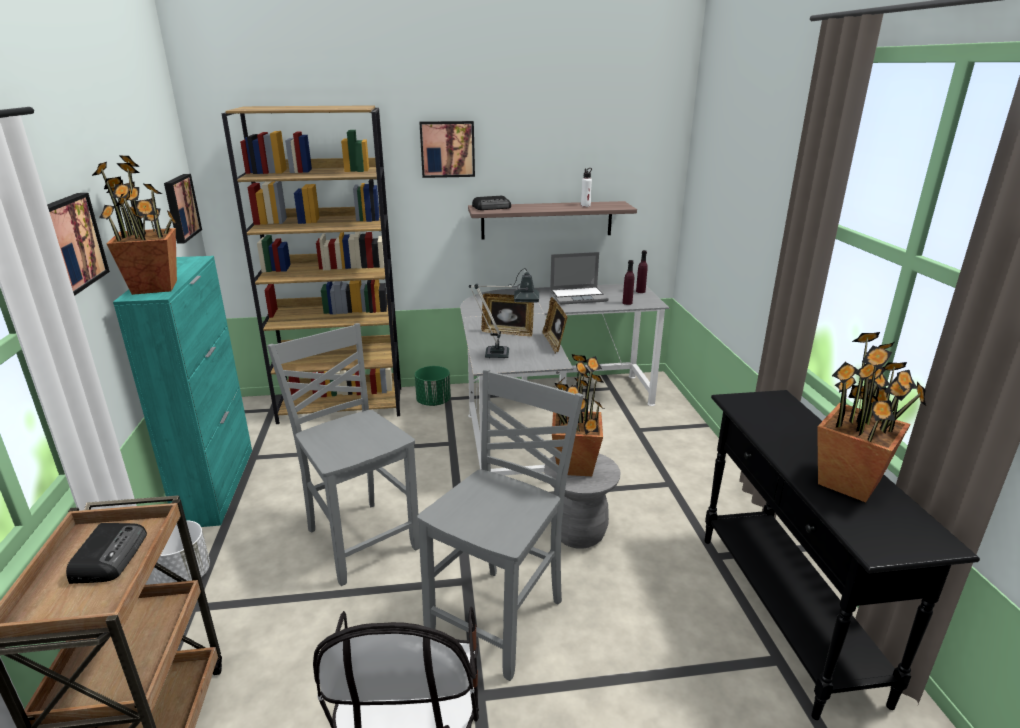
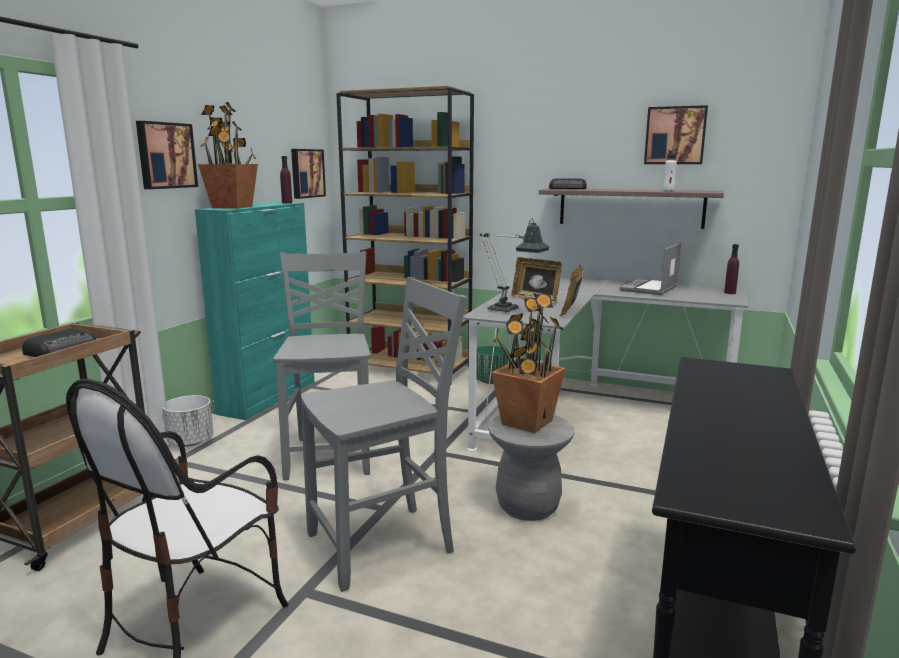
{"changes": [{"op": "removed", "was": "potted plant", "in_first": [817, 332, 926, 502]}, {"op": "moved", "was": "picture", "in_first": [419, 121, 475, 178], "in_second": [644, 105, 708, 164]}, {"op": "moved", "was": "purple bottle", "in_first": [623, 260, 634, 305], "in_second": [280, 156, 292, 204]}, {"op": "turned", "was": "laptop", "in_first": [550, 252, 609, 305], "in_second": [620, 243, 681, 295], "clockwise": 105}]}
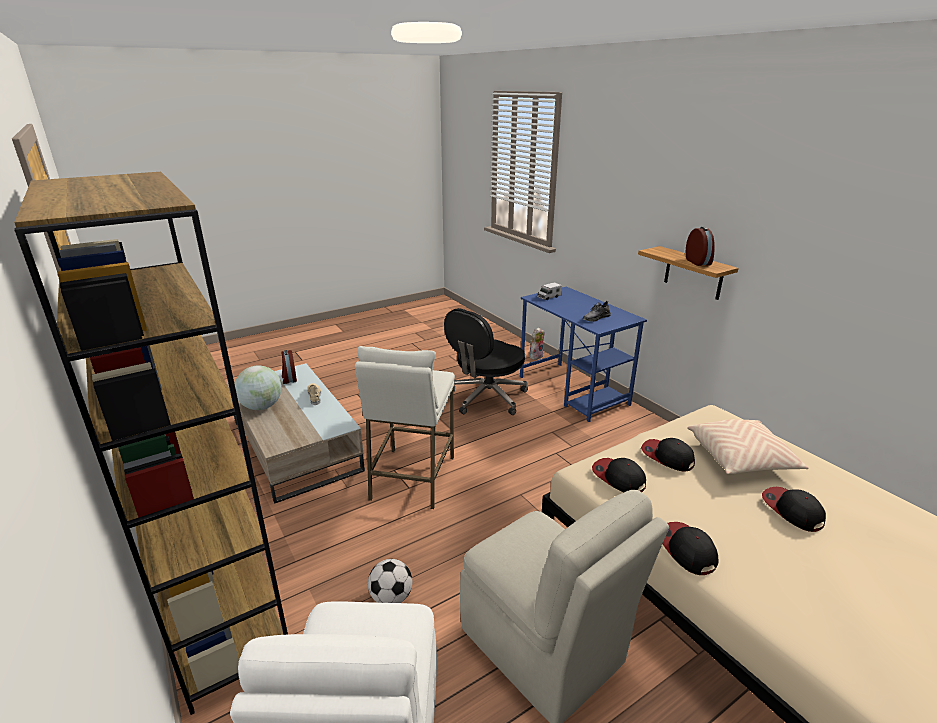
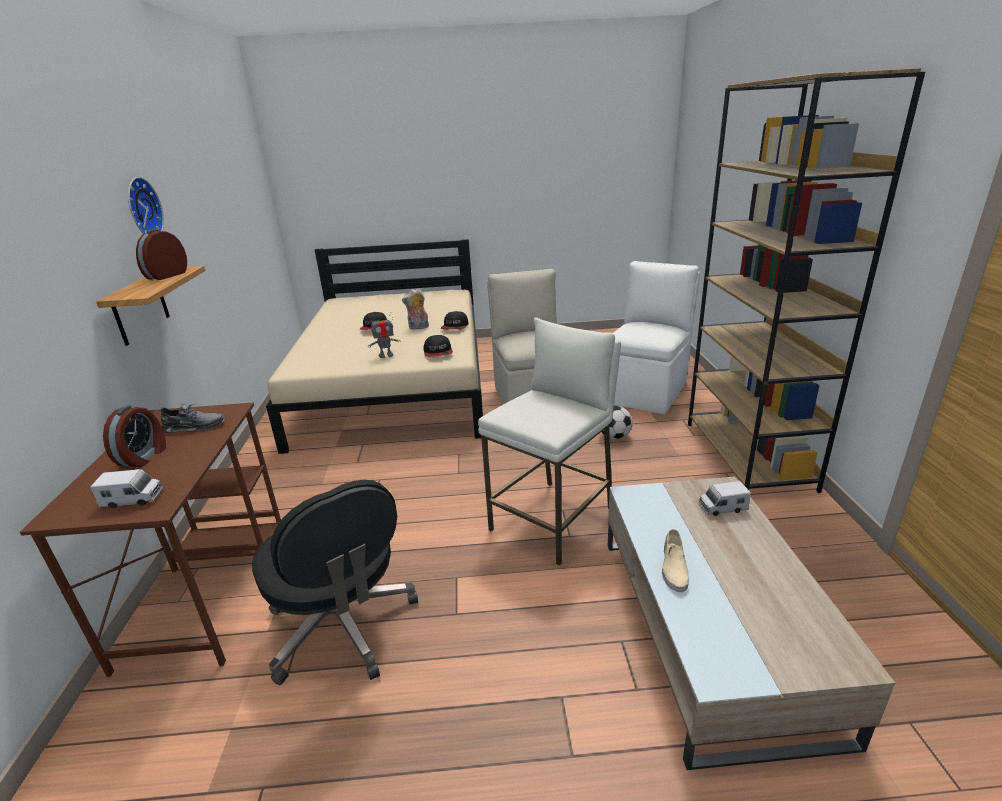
{"changes": [{"op": "removed", "was": "globe", "in_first": [235, 365, 282, 410]}, {"op": "removed", "was": "beige pillow", "in_first": [687, 419, 809, 474]}, {"op": "added", "now": "wall clock", "in_second": [128, 177, 164, 234]}, {"op": "added", "now": "toy truck", "in_second": [699, 481, 751, 516]}, {"op": "moved", "was": "alarm clock", "in_first": [281, 350, 297, 384], "in_second": [103, 406, 166, 467]}, {"op": "moved", "was": "plush toy", "in_first": [529, 327, 544, 360], "in_second": [402, 288, 429, 330]}, {"op": "replaced", "was": "cap", "now": "toy robot", "in_first": [641, 438, 695, 472], "in_second": [368, 312, 401, 358]}, {"op": "recoloured", "was": "blue desk", "now": "brown desk", "in_first": [520, 287, 647, 422], "in_second": [20, 403, 281, 677]}, {"op": "turned", "was": "black office chair", "in_first": [444, 308, 528, 415], "in_second": [252, 480, 418, 685], "clockwise": 75}]}
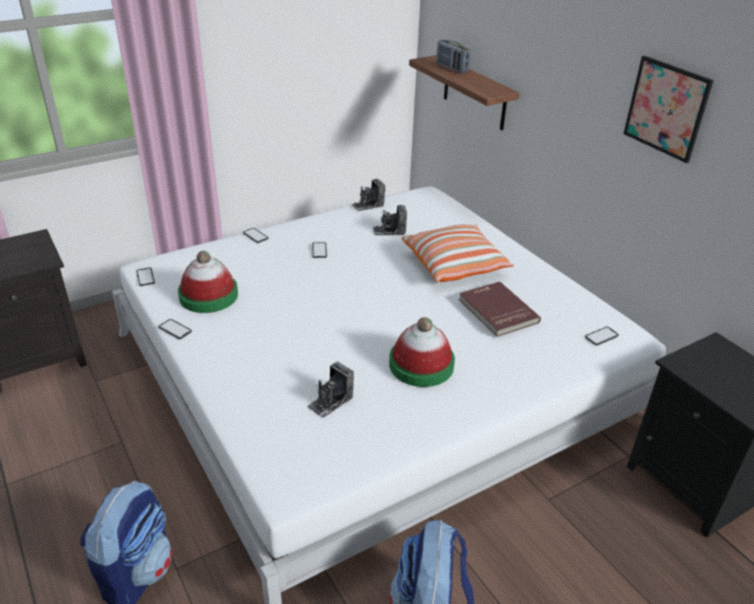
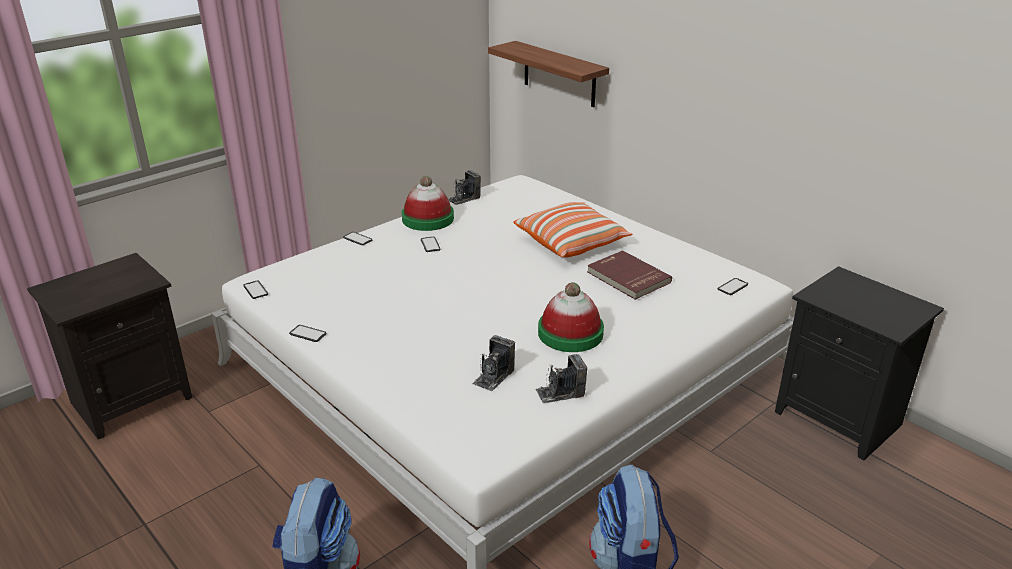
{"changes": [{"op": "removed", "was": "radio", "in_first": [436, 40, 470, 73]}, {"op": "removed", "was": "picture", "in_first": [624, 56, 714, 163]}, {"op": "moved", "was": "hat", "in_first": [178, 251, 238, 313], "in_second": [402, 176, 454, 231]}, {"op": "moved", "was": "photo camera", "in_first": [373, 205, 407, 235], "in_second": [535, 354, 587, 403]}]}
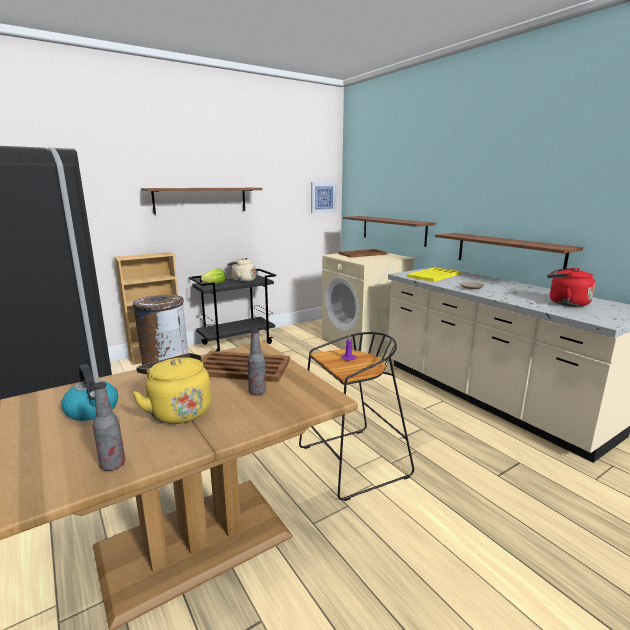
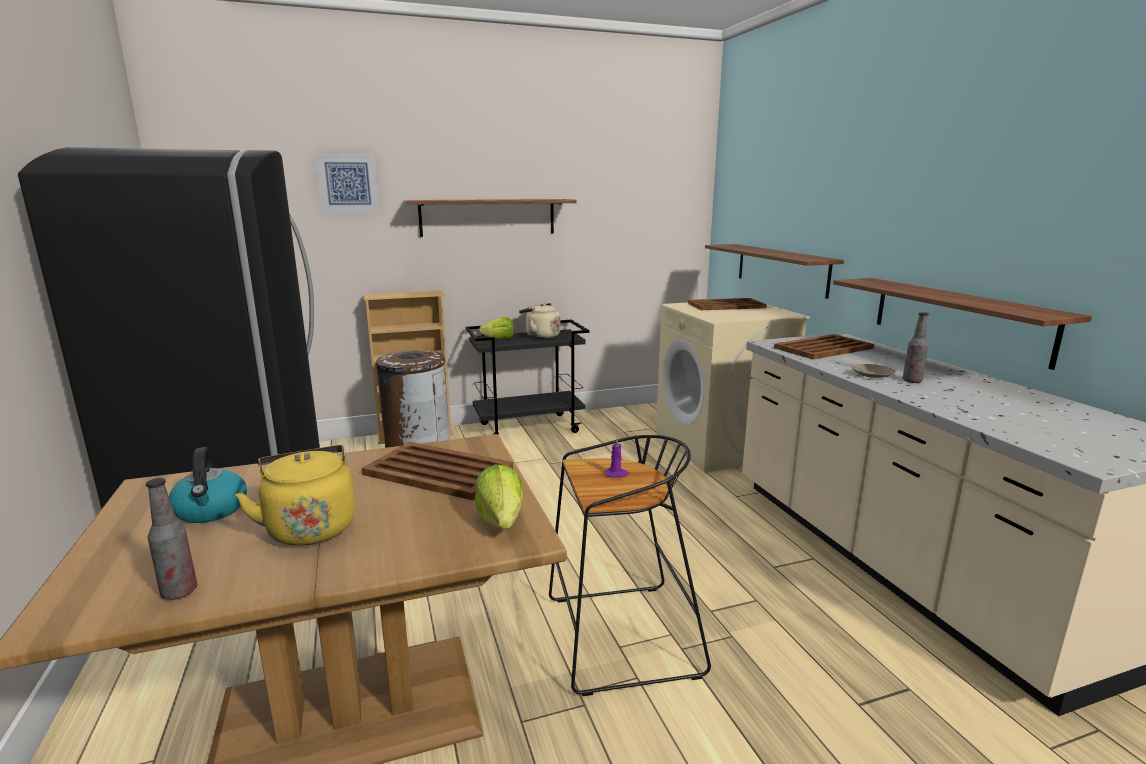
{"changes": [{"op": "removed", "was": "red kettle", "in_first": [547, 268, 595, 307]}, {"op": "added", "now": "lettuce", "in_second": [475, 464, 524, 529]}, {"op": "moved", "was": "bottle", "in_first": [247, 329, 266, 395], "in_second": [903, 312, 929, 383]}, {"op": "moved", "was": "picture", "in_first": [311, 182, 337, 213], "in_second": [315, 153, 379, 212]}, {"op": "recoloured", "was": "yellow tray", "now": "brown tray", "in_first": [407, 267, 461, 282], "in_second": [774, 334, 874, 360]}]}
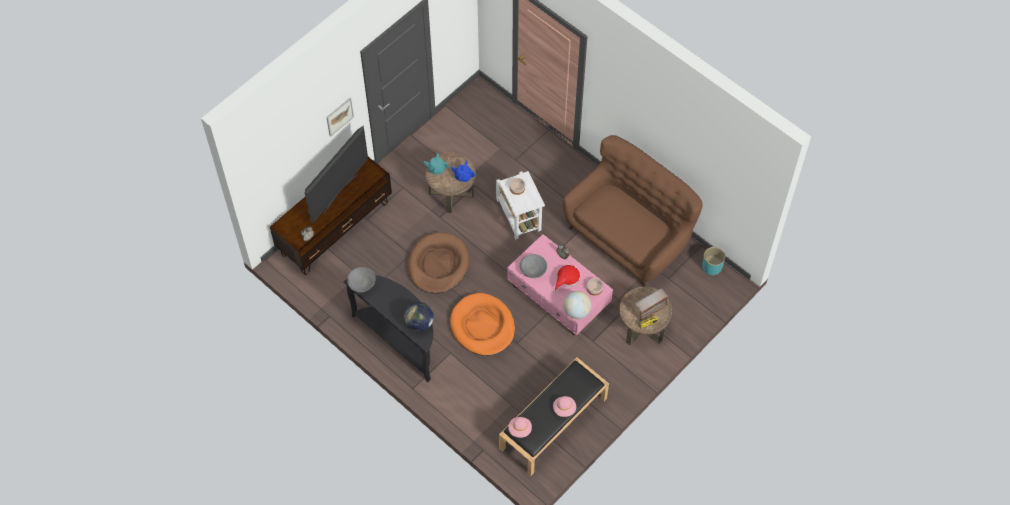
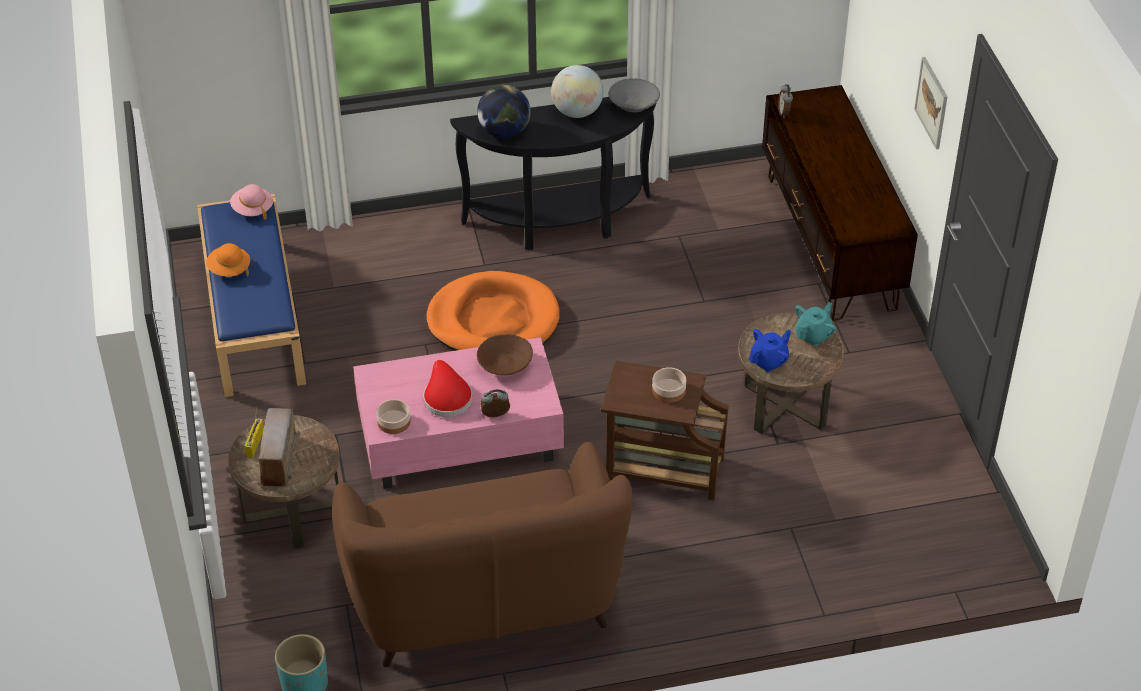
{"changes": [{"op": "removed", "was": "television", "in_first": [305, 125, 368, 223]}, {"op": "removed", "was": "brown dog bed", "in_first": [408, 232, 469, 293]}, {"op": "moved", "was": "globe", "in_first": [563, 291, 592, 319], "in_second": [551, 65, 603, 118]}, {"op": "recoloured", "was": "white side table", "now": "brown side table", "in_first": [496, 171, 545, 239], "in_second": [601, 361, 729, 500]}, {"op": "recoloured", "was": "black bench", "now": "blue bench", "in_first": [499, 357, 609, 476], "in_second": [197, 194, 306, 397]}, {"op": "recoloured", "was": "grey bowl", "now": "brown bowl", "in_first": [520, 254, 547, 278], "in_second": [477, 334, 533, 375]}, {"op": "recoloured", "was": "pink hat", "now": "orange hat", "in_first": [553, 396, 576, 417], "in_second": [206, 243, 250, 277]}]}
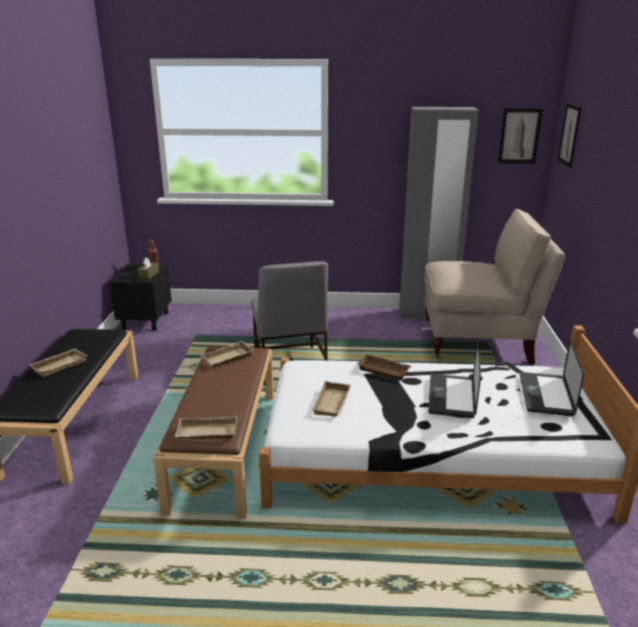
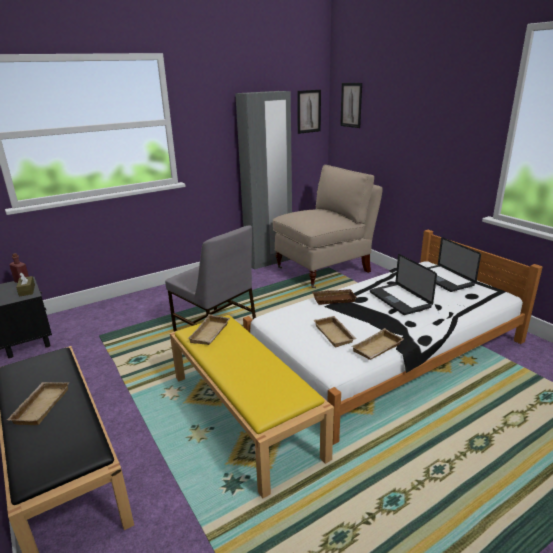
{"changes": [{"op": "moved", "was": "beige tray", "in_first": [175, 416, 238, 439], "in_second": [352, 328, 404, 360]}, {"op": "recoloured", "was": "brown bench", "now": "yellow bench", "in_first": [153, 347, 274, 519], "in_second": [170, 315, 334, 498]}]}
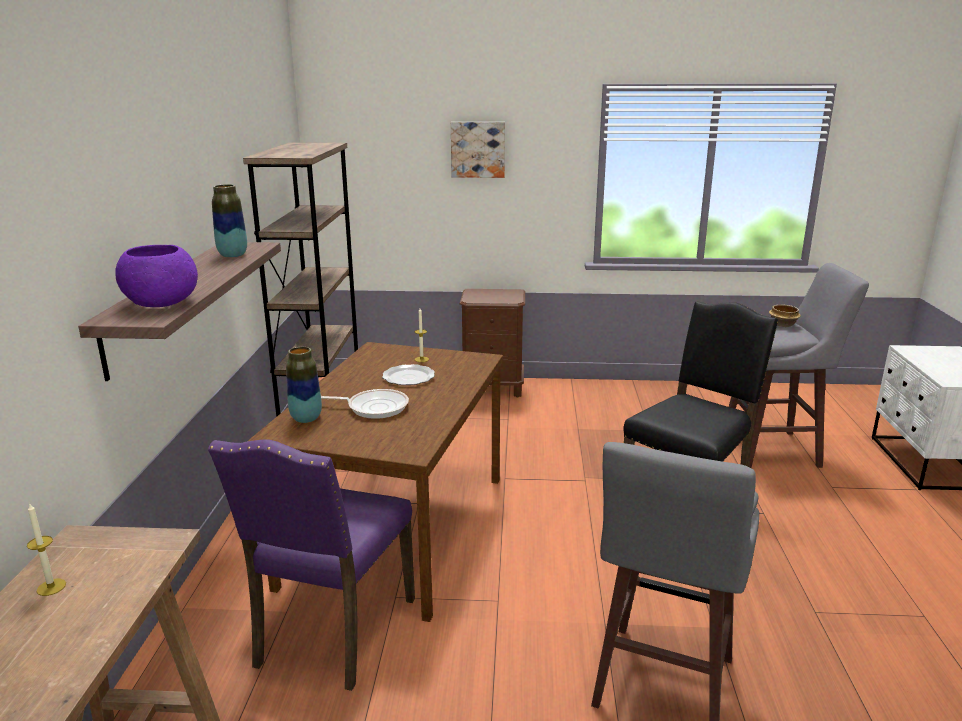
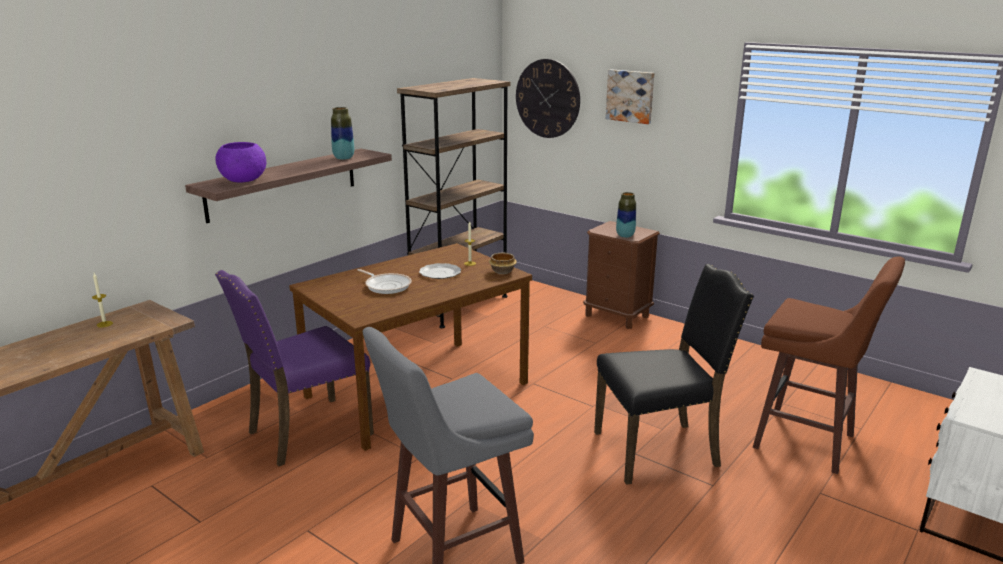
{"changes": [{"op": "added", "now": "wall clock", "in_second": [516, 59, 580, 138]}, {"op": "moved", "was": "vase", "in_first": [286, 347, 322, 423], "in_second": [616, 192, 636, 238]}, {"op": "moved", "was": "bowl", "in_first": [769, 304, 801, 327], "in_second": [489, 253, 517, 274]}, {"op": "recoloured", "was": "grey stool", "now": "brown stool", "in_first": [729, 263, 869, 468], "in_second": [753, 256, 905, 474]}]}
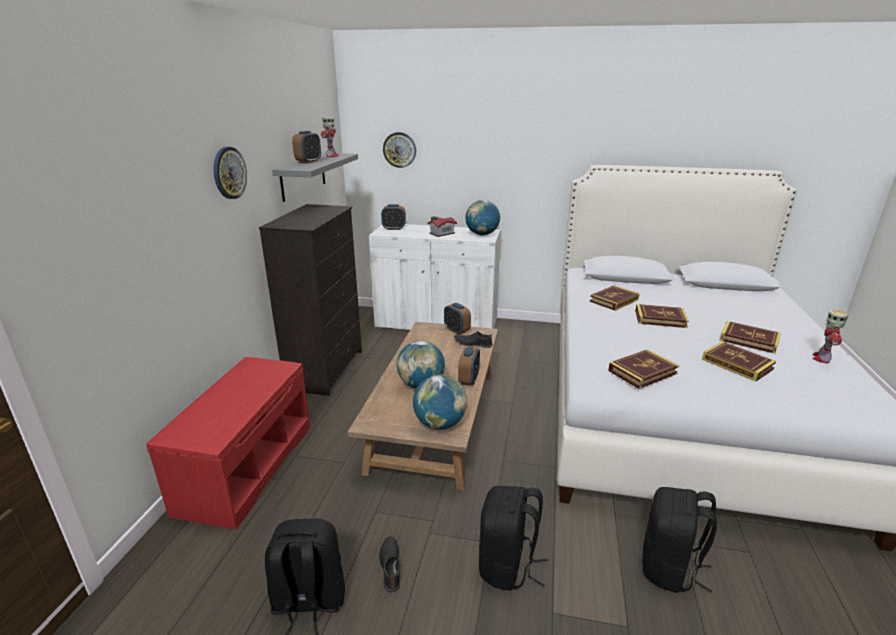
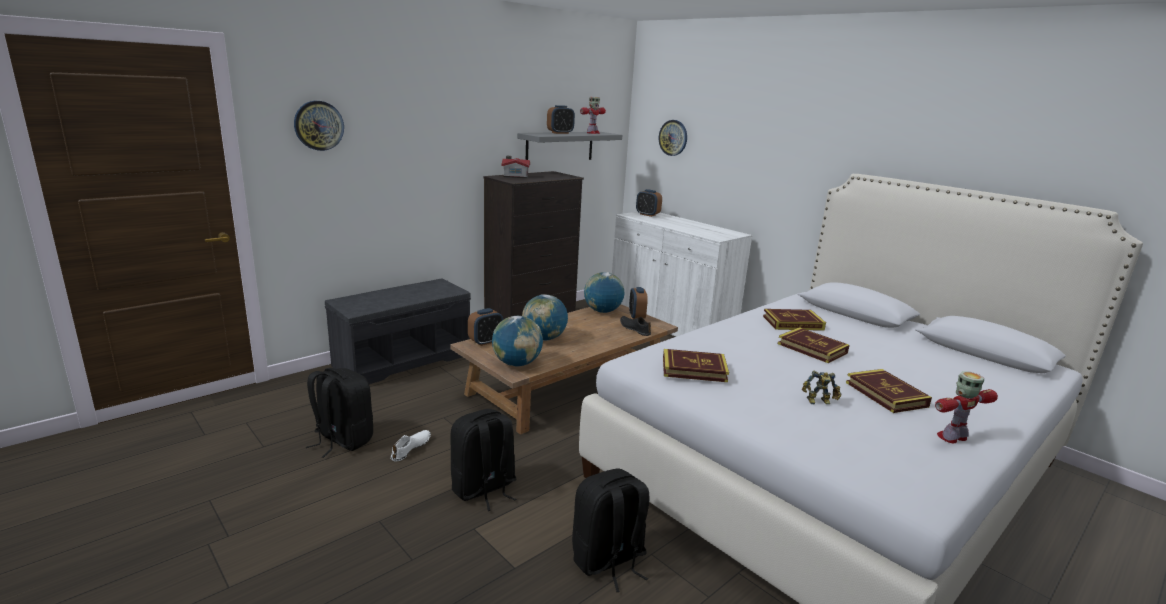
{"changes": [{"op": "moved", "was": "wall clock", "in_first": [214, 147, 247, 199], "in_second": [294, 101, 344, 151]}, {"op": "moved", "was": "toy house", "in_first": [428, 216, 457, 237], "in_second": [502, 156, 530, 178]}, {"op": "moved", "was": "alarm clock", "in_first": [458, 347, 480, 386], "in_second": [468, 308, 503, 346]}, {"op": "moved", "was": "globe", "in_first": [465, 200, 500, 236], "in_second": [584, 272, 624, 313]}, {"op": "replaced", "was": "book", "now": "toy robot", "in_first": [702, 341, 776, 381], "in_second": [802, 370, 842, 404]}, {"op": "recoloured", "was": "red bench", "now": "grey bench", "in_first": [146, 357, 310, 529], "in_second": [325, 279, 471, 384]}, {"op": "recoloured", "was": "black shoe", "now": "white shoe", "in_first": [379, 536, 400, 592], "in_second": [391, 430, 431, 462]}]}
